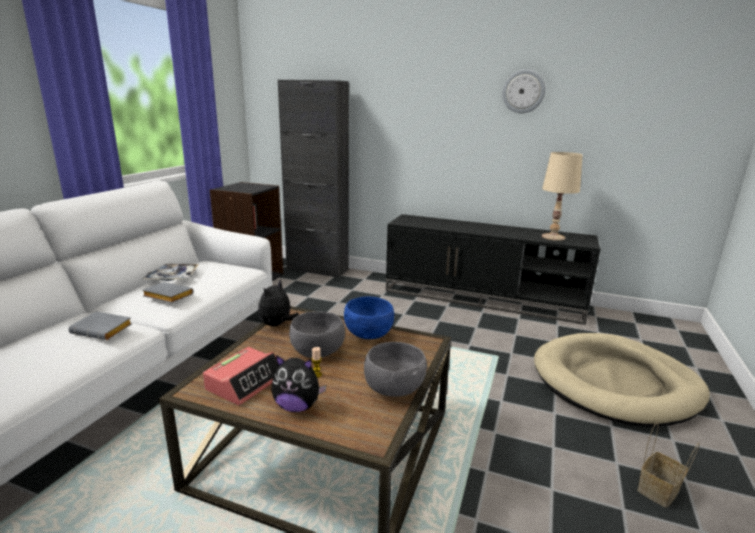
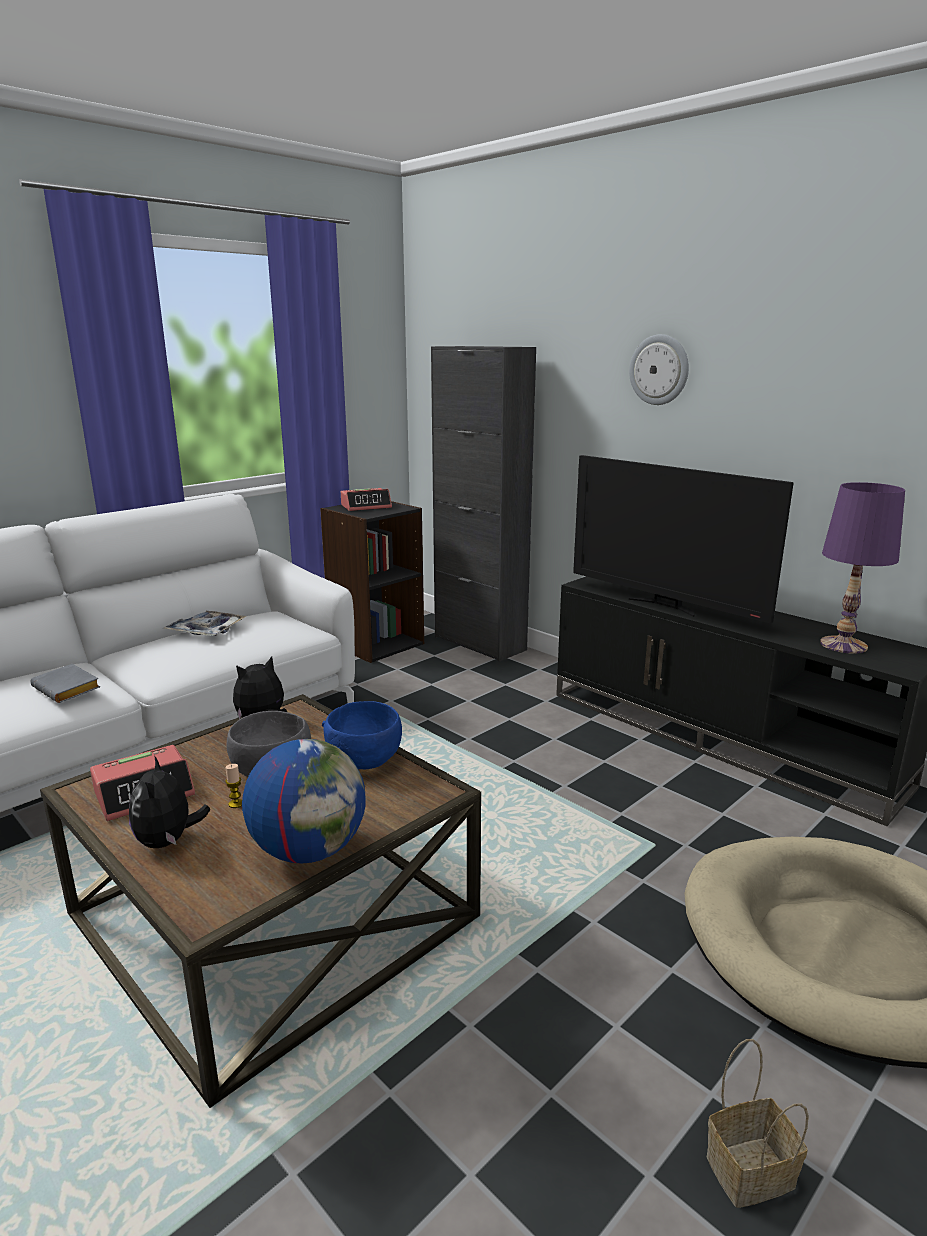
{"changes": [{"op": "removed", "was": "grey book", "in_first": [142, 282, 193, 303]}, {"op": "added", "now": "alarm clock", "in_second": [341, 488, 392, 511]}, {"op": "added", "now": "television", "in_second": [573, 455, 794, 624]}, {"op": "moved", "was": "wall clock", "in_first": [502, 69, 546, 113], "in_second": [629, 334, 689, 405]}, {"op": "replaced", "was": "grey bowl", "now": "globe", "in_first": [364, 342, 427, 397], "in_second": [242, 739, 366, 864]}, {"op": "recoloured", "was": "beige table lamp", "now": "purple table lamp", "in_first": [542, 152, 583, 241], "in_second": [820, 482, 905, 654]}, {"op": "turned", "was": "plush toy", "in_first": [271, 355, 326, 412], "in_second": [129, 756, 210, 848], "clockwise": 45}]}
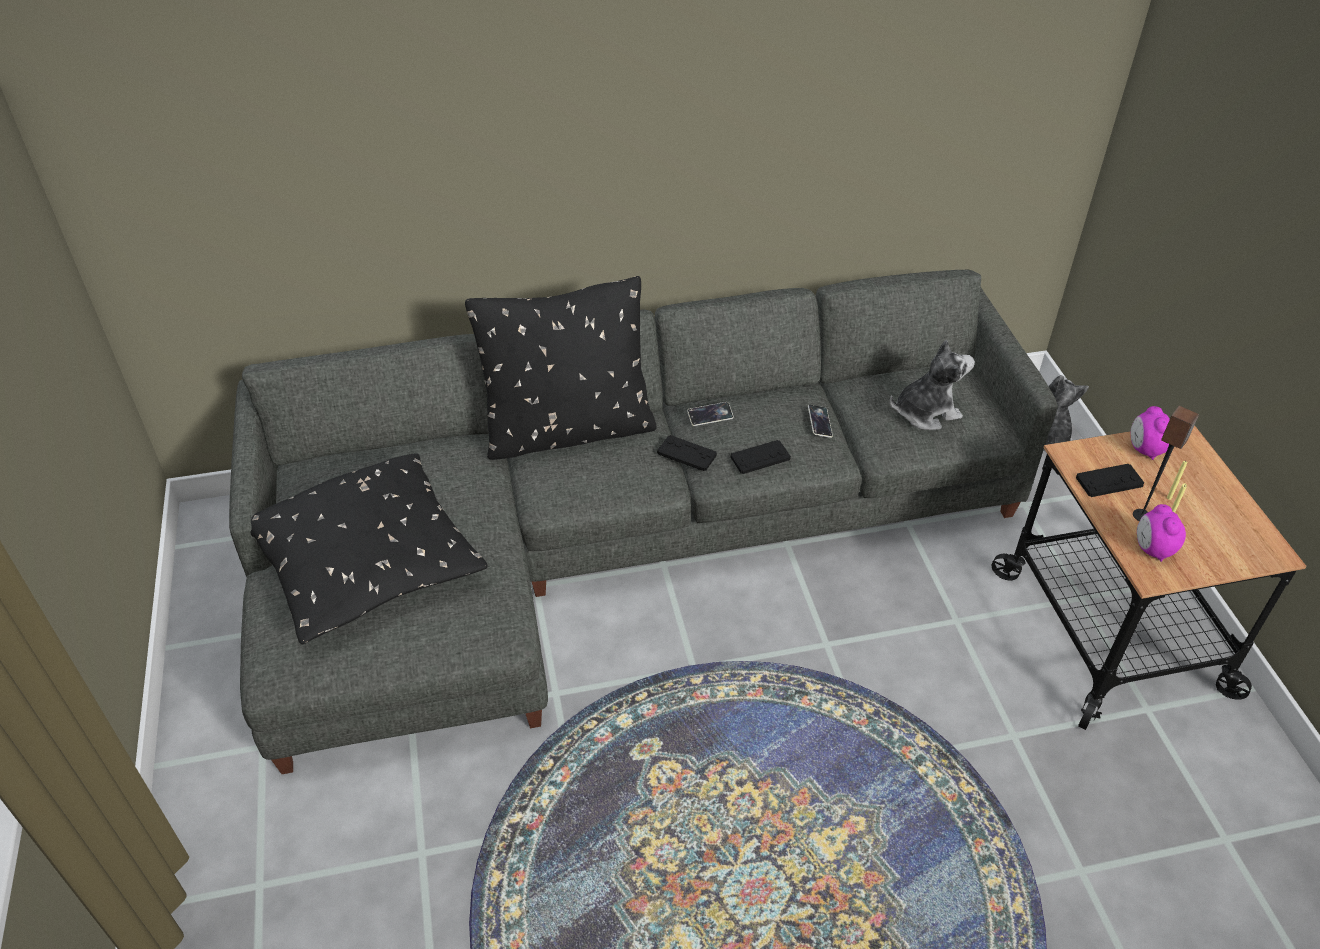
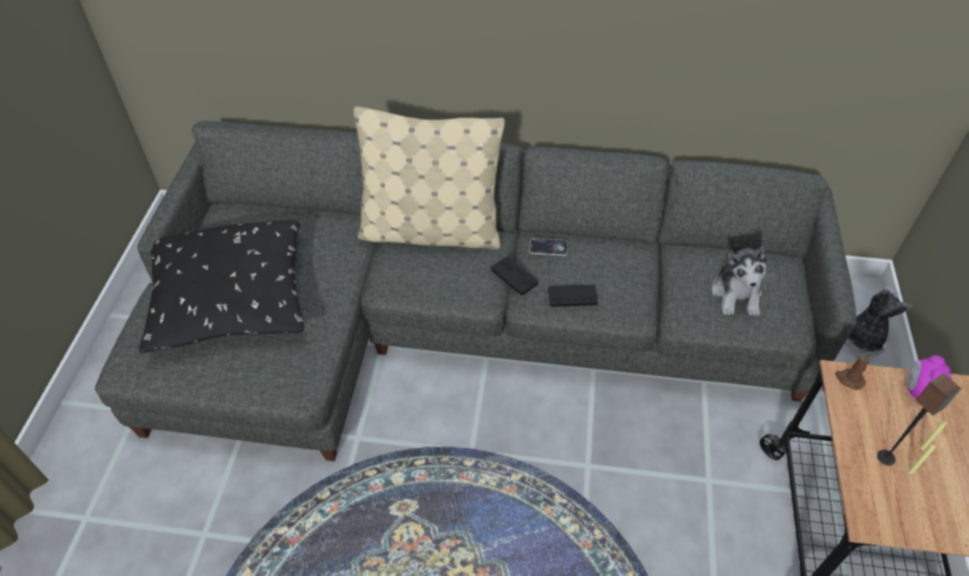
{"changes": [{"op": "removed", "was": "phone", "in_first": [808, 405, 833, 438]}, {"op": "removed", "was": "black game controller", "in_first": [1076, 464, 1144, 497]}, {"op": "removed", "was": "alarm clock", "in_first": [1137, 504, 1186, 562]}, {"op": "added", "now": "brown candle", "in_second": [835, 353, 869, 390]}, {"op": "recoloured", "was": "black pillow", "now": "beige pillow", "in_first": [465, 276, 657, 460], "in_second": [353, 106, 505, 249]}, {"op": "turned", "was": "plush toy", "in_first": [889, 340, 975, 430], "in_second": [712, 244, 767, 316], "clockwise": 90}]}
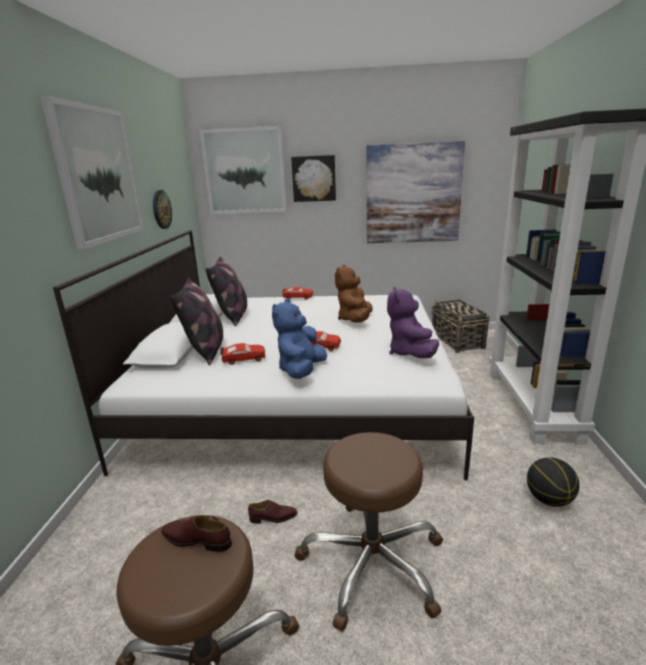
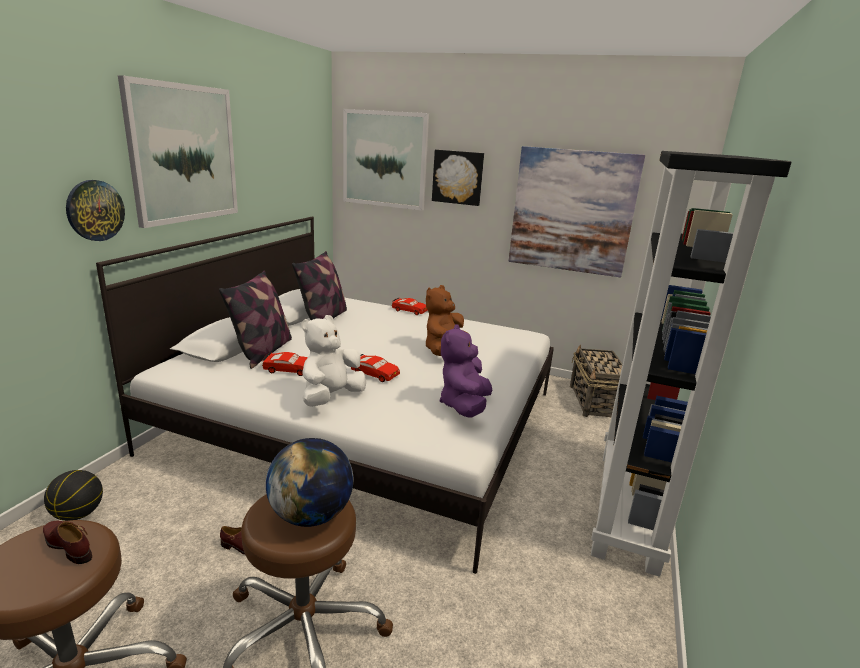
{"changes": [{"op": "added", "now": "globe", "in_second": [266, 438, 353, 527]}, {"op": "moved", "was": "wall clock", "in_first": [153, 190, 172, 229], "in_second": [66, 180, 125, 241]}, {"op": "moved", "was": "basketball", "in_first": [527, 457, 580, 507], "in_second": [44, 470, 103, 521]}, {"op": "recoloured", "was": "blue plush toy", "now": "white plush toy", "in_first": [272, 299, 327, 379], "in_second": [302, 315, 366, 407]}]}
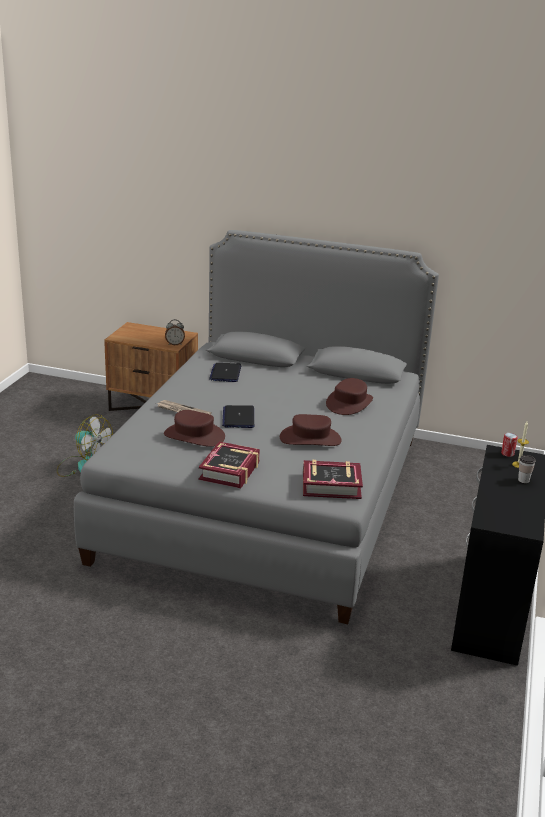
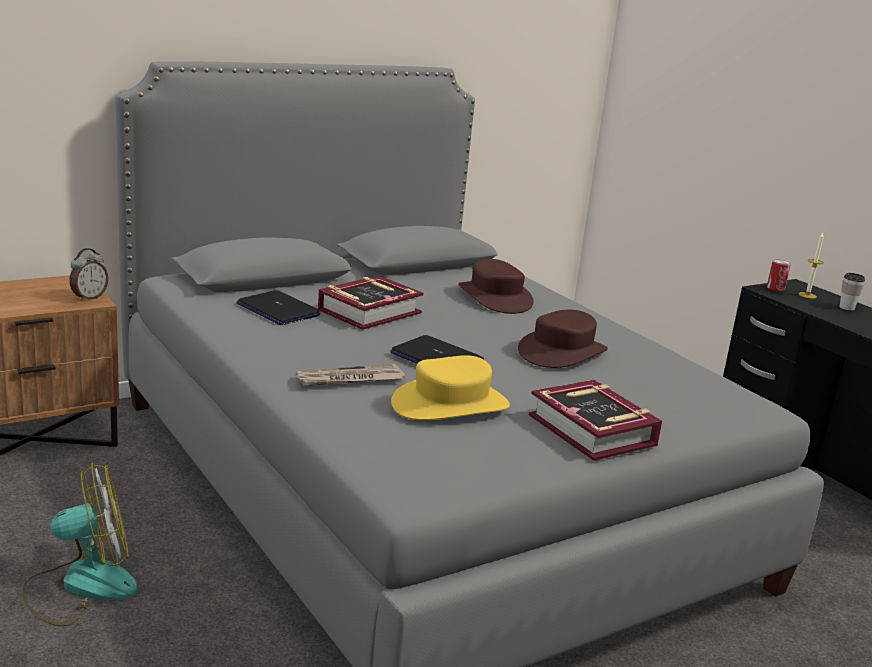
{"changes": [{"op": "moved", "was": "book", "in_first": [303, 460, 363, 499], "in_second": [318, 276, 423, 330]}, {"op": "recoloured", "was": "brown hat", "now": "yellow hat", "in_first": [164, 410, 225, 447], "in_second": [391, 355, 510, 420]}]}
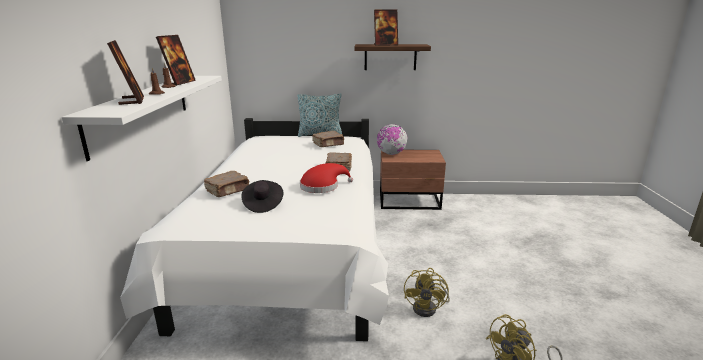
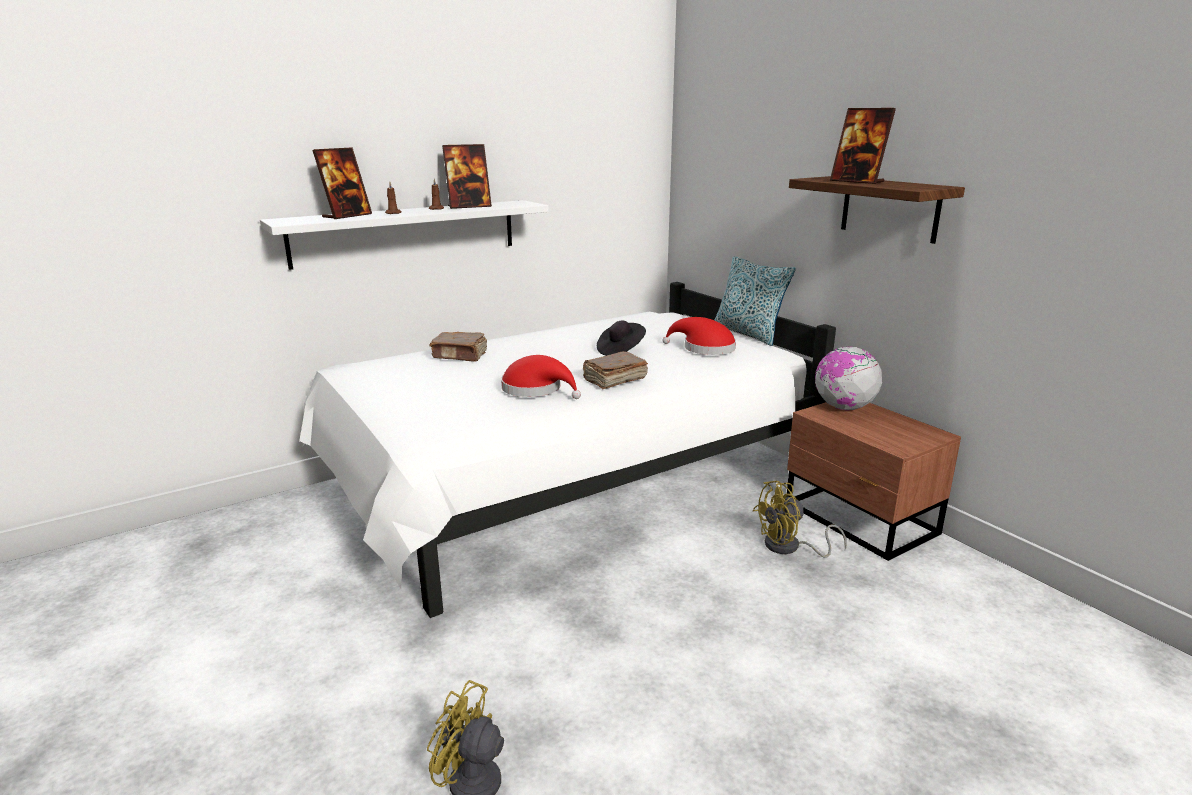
{"changes": [{"op": "moved", "was": "black hat", "in_first": [241, 180, 283, 213], "in_second": [597, 321, 646, 356]}, {"op": "moved", "was": "yellow fan", "in_first": [404, 268, 450, 317], "in_second": [753, 481, 847, 558]}, {"op": "replaced", "was": "brown book", "now": "red hat", "in_first": [312, 131, 344, 147], "in_second": [662, 317, 736, 355]}]}
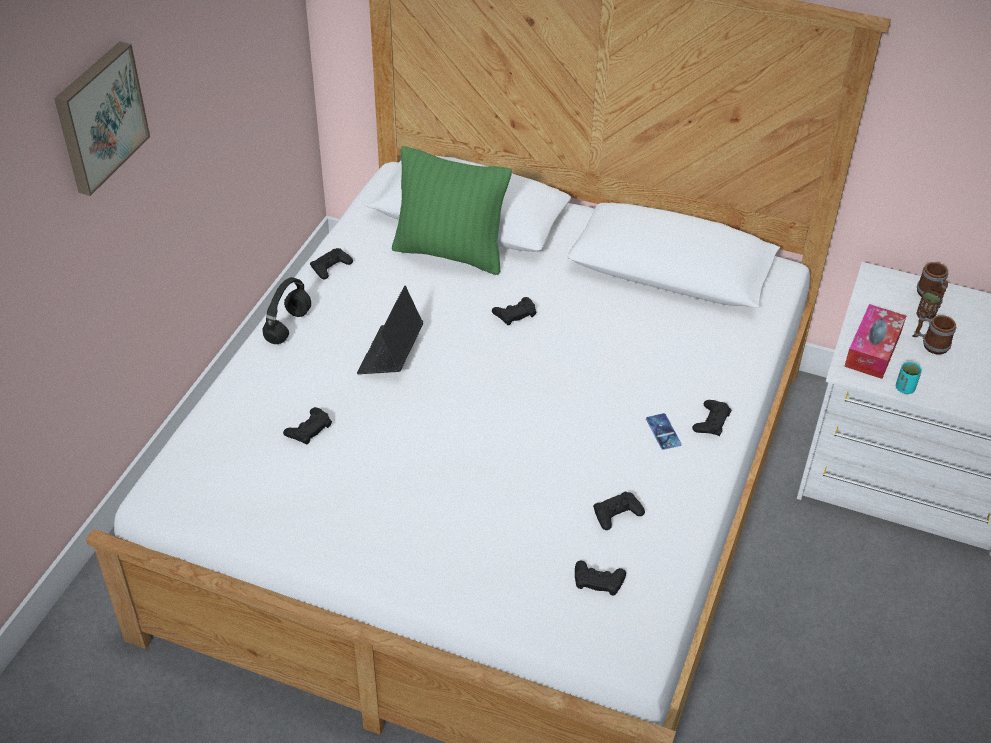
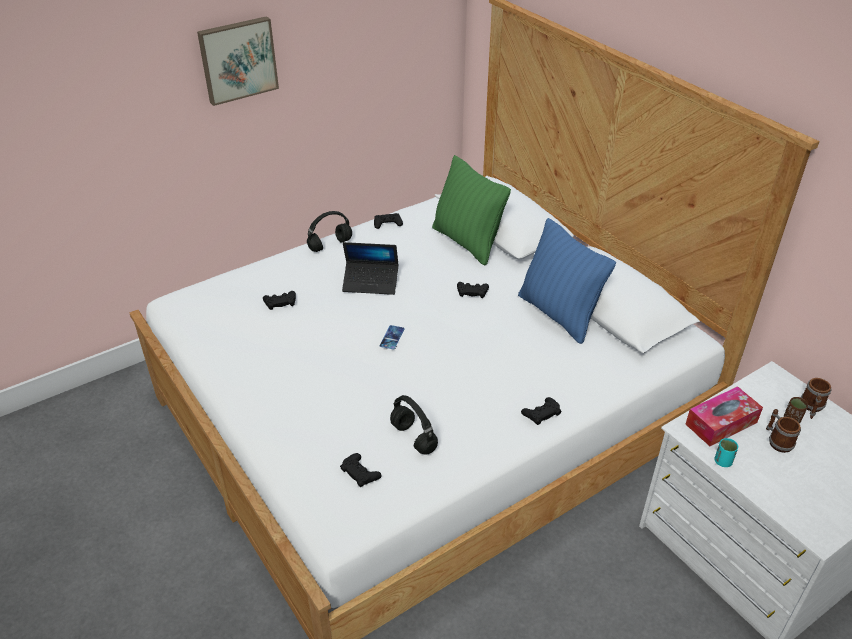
{"changes": [{"op": "added", "now": "blue pillow", "in_second": [518, 218, 616, 344]}, {"op": "moved", "was": "phone", "in_first": [646, 413, 682, 450], "in_second": [380, 325, 405, 350]}, {"op": "replaced", "was": "black game controller", "now": "black headphones", "in_first": [593, 491, 645, 530], "in_second": [390, 395, 438, 455]}, {"op": "turned", "was": "laptop", "in_first": [357, 286, 423, 374], "in_second": [342, 242, 399, 295], "clockwise": -135}]}
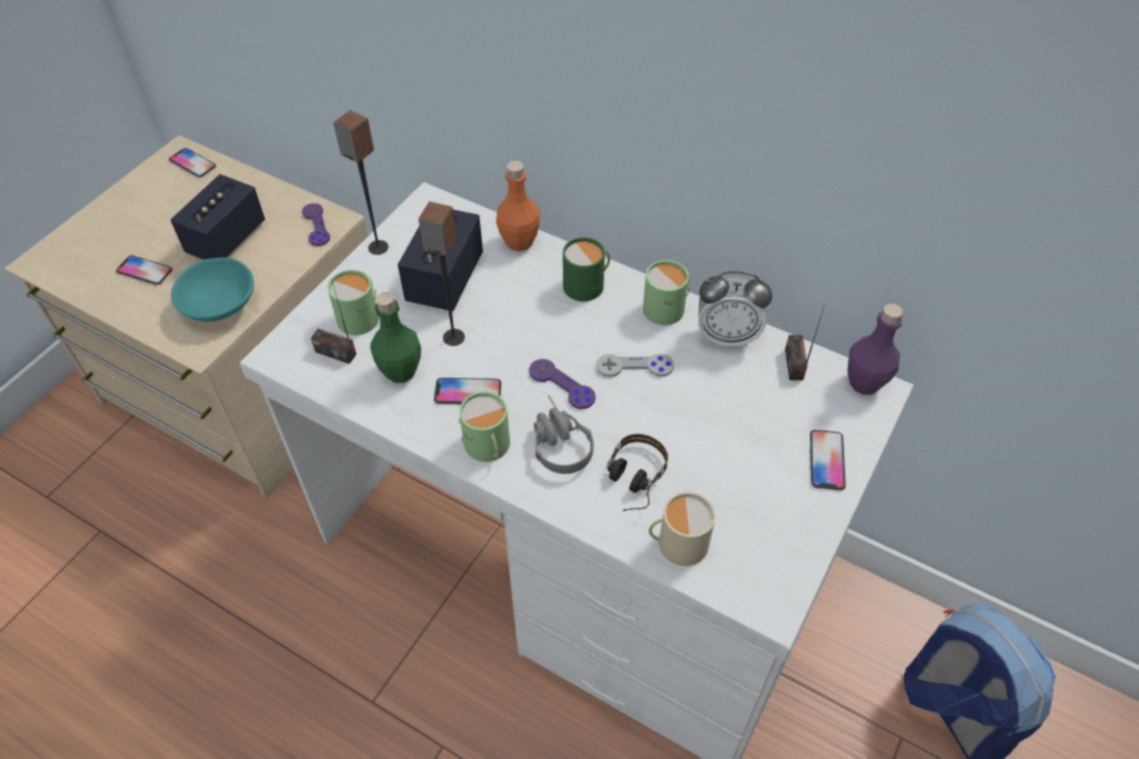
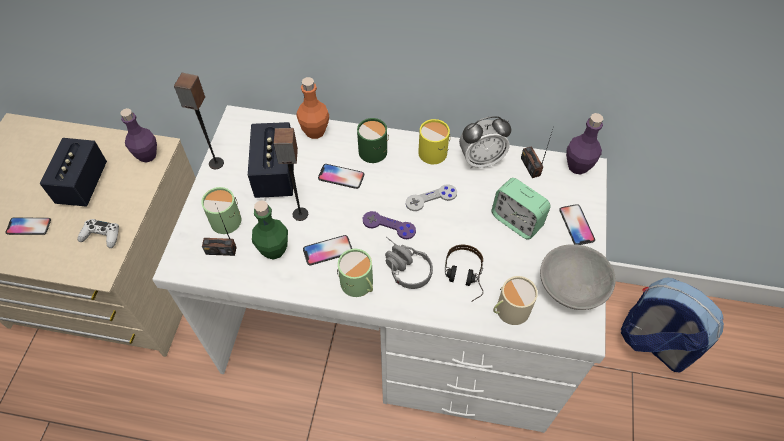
{"changes": [{"op": "added", "now": "alarm clock", "in_second": [491, 178, 551, 240]}, {"op": "added", "now": "grey bowl", "in_second": [540, 244, 616, 310]}, {"op": "moved", "was": "phone", "in_first": [169, 148, 216, 177], "in_second": [318, 164, 364, 189]}, {"op": "replaced", "was": "turquoise bowl", "now": "white game controller", "in_first": [171, 257, 254, 322], "in_second": [77, 219, 119, 248]}, {"op": "replaced", "was": "purple game controller", "now": "purple bottle", "in_first": [302, 203, 330, 246], "in_second": [120, 108, 157, 163]}, {"op": "recoloured", "was": "green mug", "now": "yellow mug", "in_first": [643, 260, 690, 325], "in_second": [418, 119, 450, 164]}]}
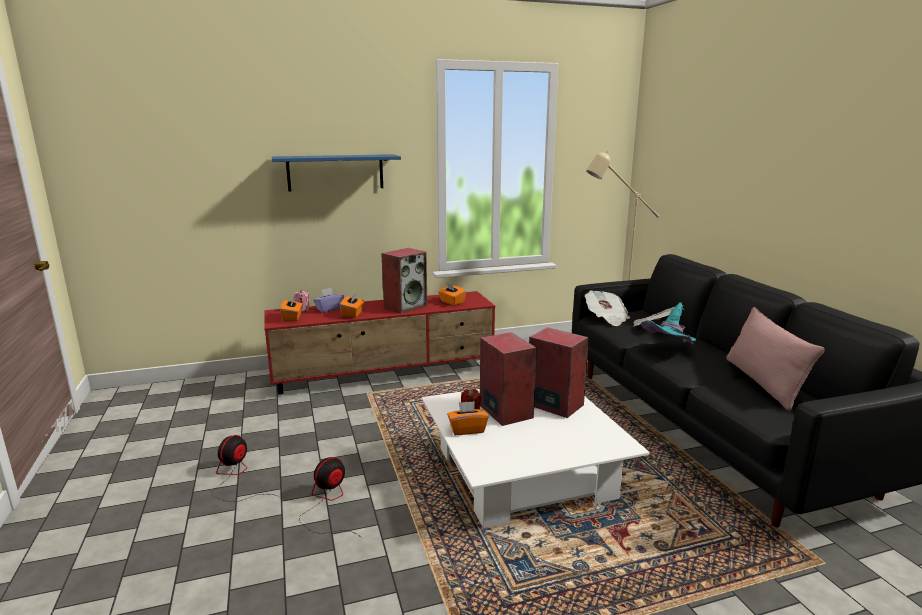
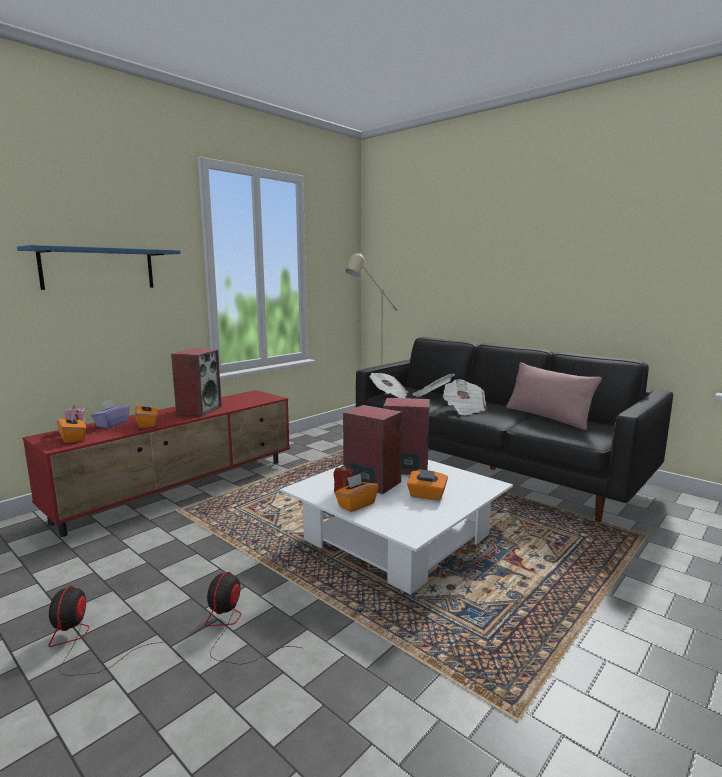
{"changes": [{"op": "moved", "was": "orange tissue box", "in_first": [438, 282, 466, 306], "in_second": [407, 469, 448, 501]}, {"op": "replaced", "was": "turquoise hat", "now": "newspaper", "in_first": [641, 302, 696, 344], "in_second": [443, 379, 486, 415]}]}
